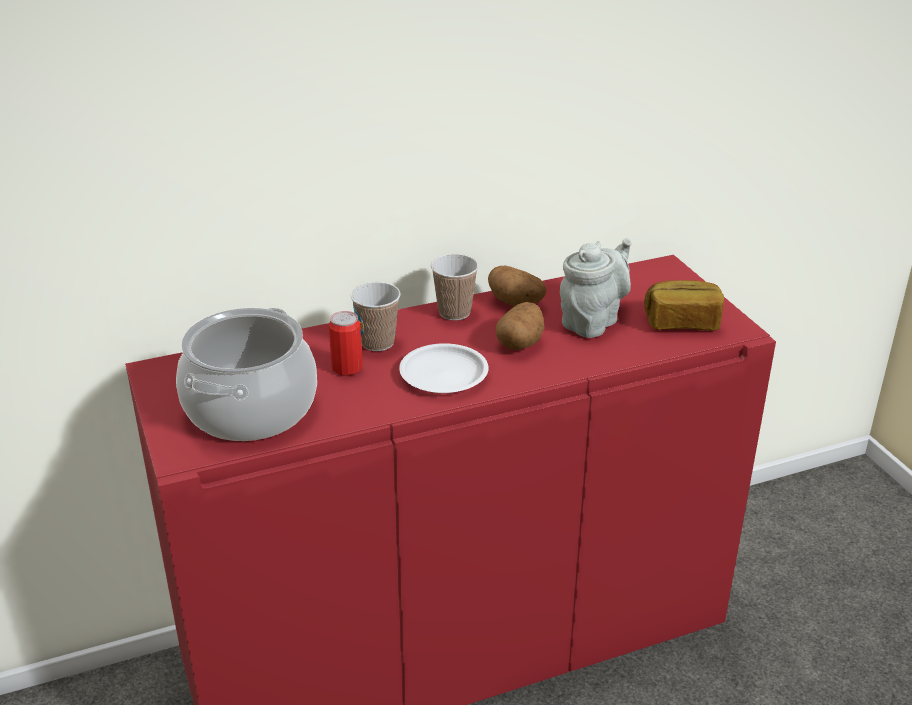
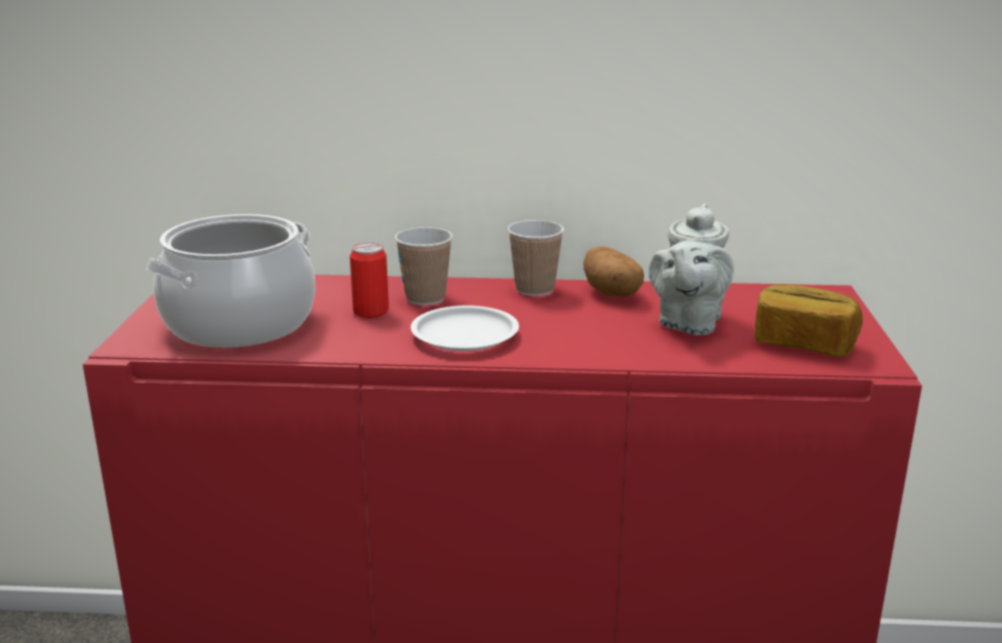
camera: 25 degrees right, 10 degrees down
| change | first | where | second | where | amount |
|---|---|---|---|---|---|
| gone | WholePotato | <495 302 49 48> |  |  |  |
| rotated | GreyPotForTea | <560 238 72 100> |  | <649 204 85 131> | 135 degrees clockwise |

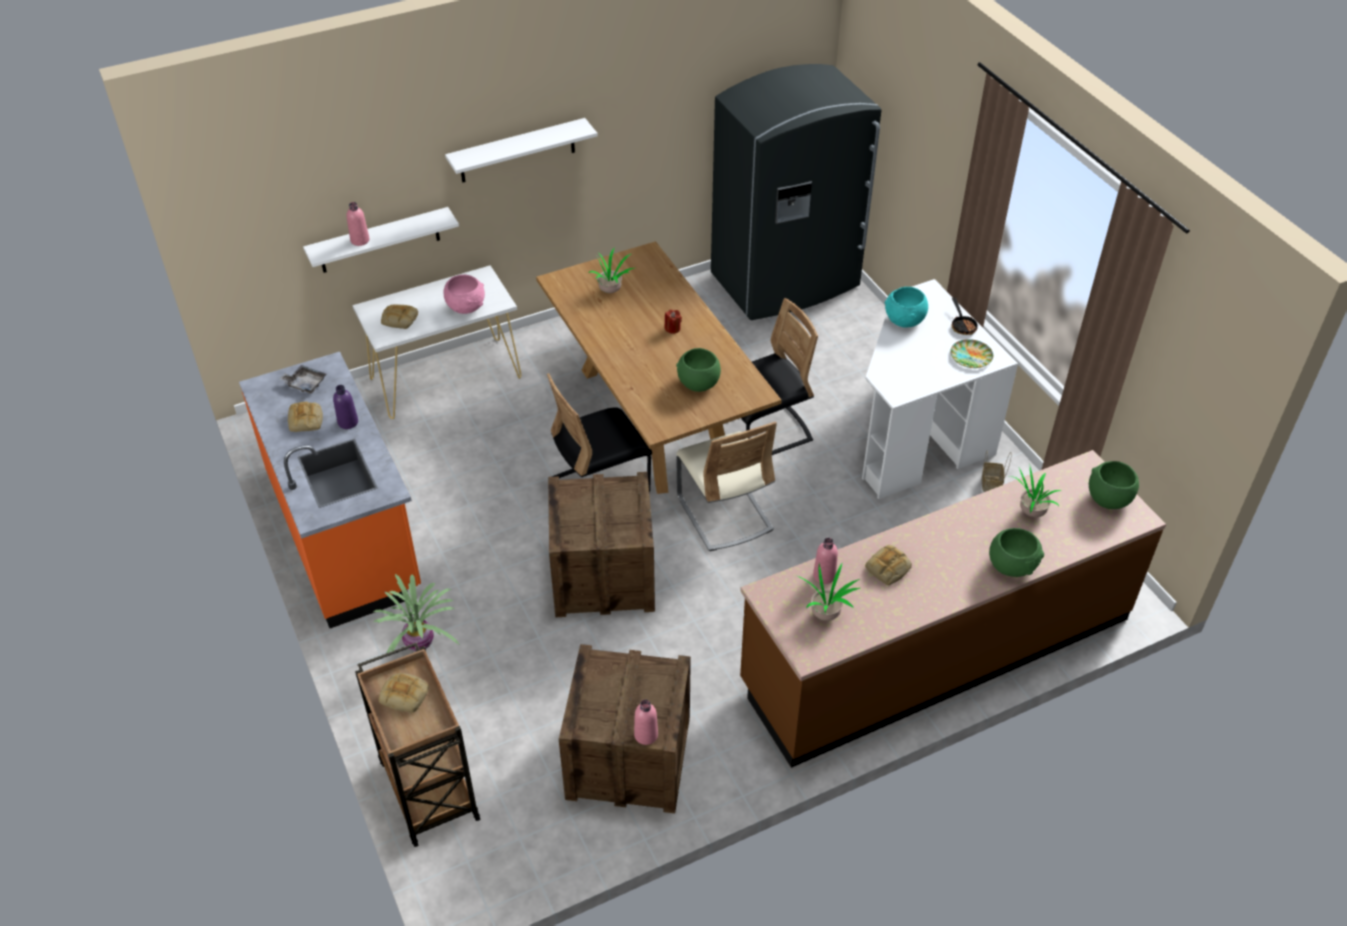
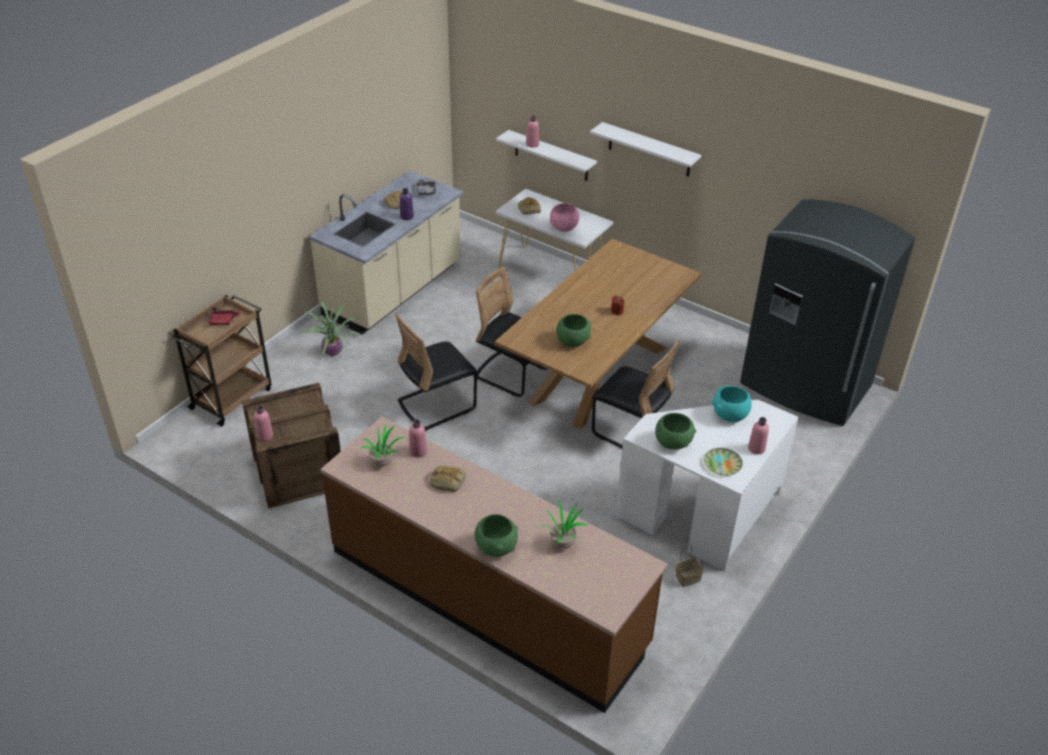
camera: 60 degrees right, 5 degrees down
| change | first | where | second | where | amount |
|---|---|---|---|---|---|
| gone | PlantInAPot | <589 247 45 46> |  |  |  |
| gone | BeigeColouredPlainChair | <676 421 101 130> |  |  |  |
| shifted | GreenColouredBowl | <1089 461 50 48> |  | <655 413 41 37> |  |
| swapped | Bread | <379 673 50 39> | RedColouredServingTray | <207 308 34 17> |  |
| swapped | PackingCrate | <548 472 107 145> | BlackColouredPlainChair | <395 312 83 119> |  |
| swapped | Pan | <952 297 26 38> | PinkDrinkBottle | <748 417 21 37> |  |
| repainted | OrangeColouredCounter | <239 352 182 276> | BeigeColouredCounter | <309 170 154 165> |  |

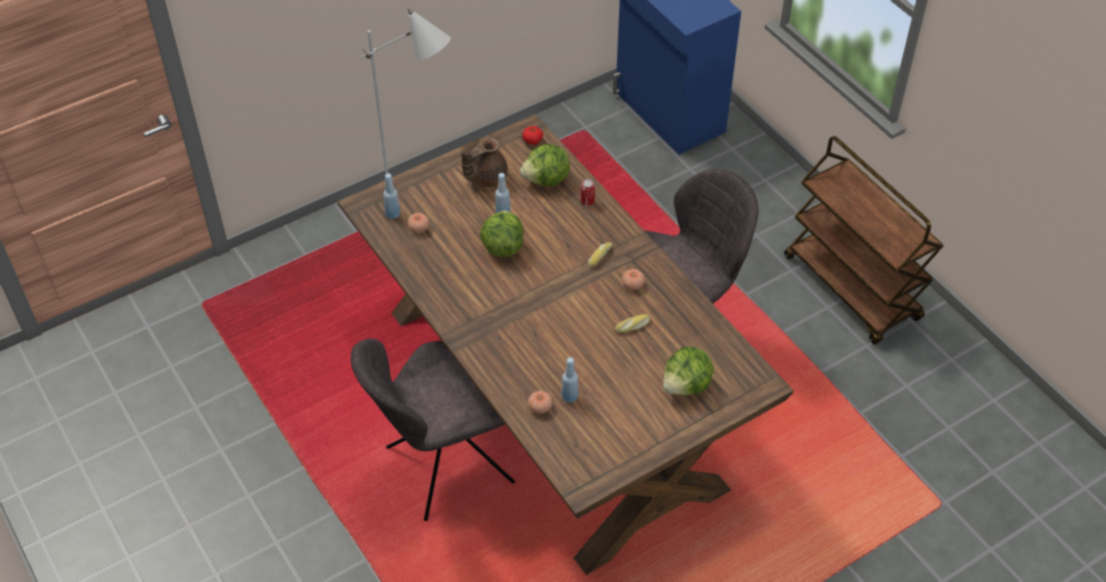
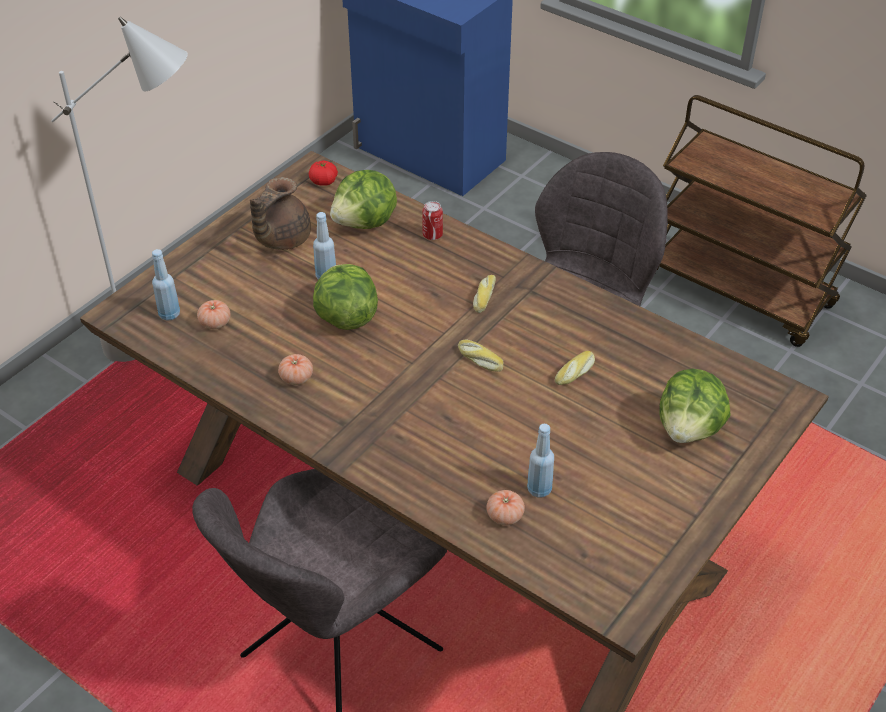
camera: 20 degrees left, 5 degrees down
| change | first | where | second | where | amount |
|---|---|---|---|---|---|
| new |  |  | Bread | <458 340 45 32> |  |
| shifted | WholeTomato | <622 269 23 21> |  | <278 354 35 31> |  |

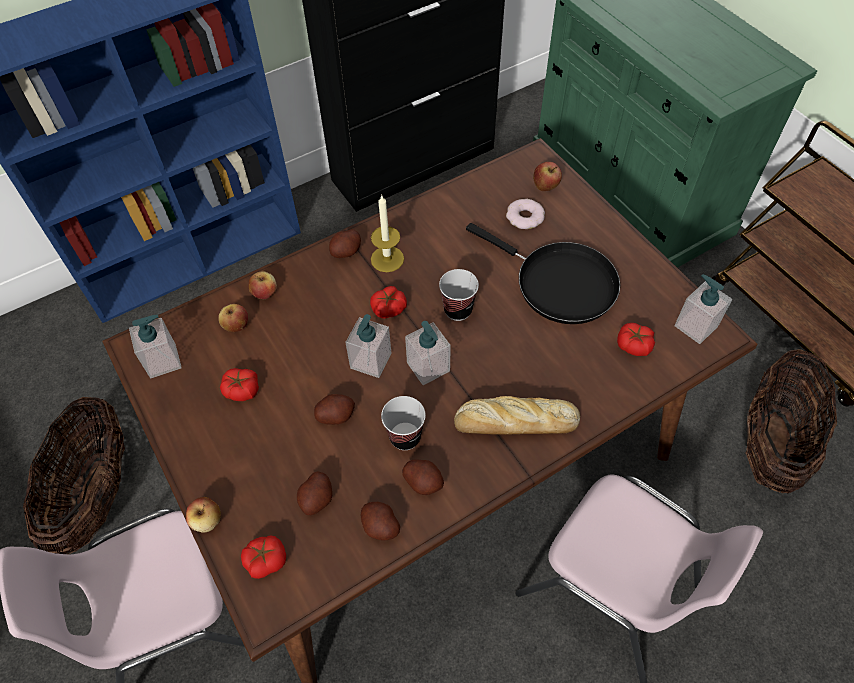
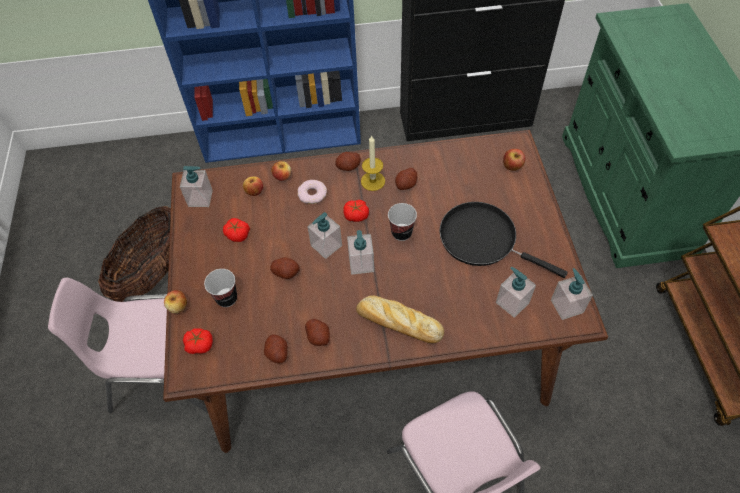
camera: 25 degrees right, 0 degrees up
| change | first | where | second | where | amount |
|---|---|---|---|---|---|
| gone | StorageBasket | <746 349 91 144> |  |  |  |
| shifted | WholePotato | <297 471 35 44> |  | <395 168 22 22> |  |
| shifted | SmallCup | <381 396 45 54> |  | <204 269 33 38> |  |
| shifted | Donut | <506 199 39 30> |  | <297 180 30 24> |  |
| swapped | WholeTomato | <617 323 38 33> | SoapBottle | <496 267 40 51> |  |
| rotated | BlackColouredPan | <466 223 154 101> |  | <440 202 128 76> | 150 degrees clockwise |

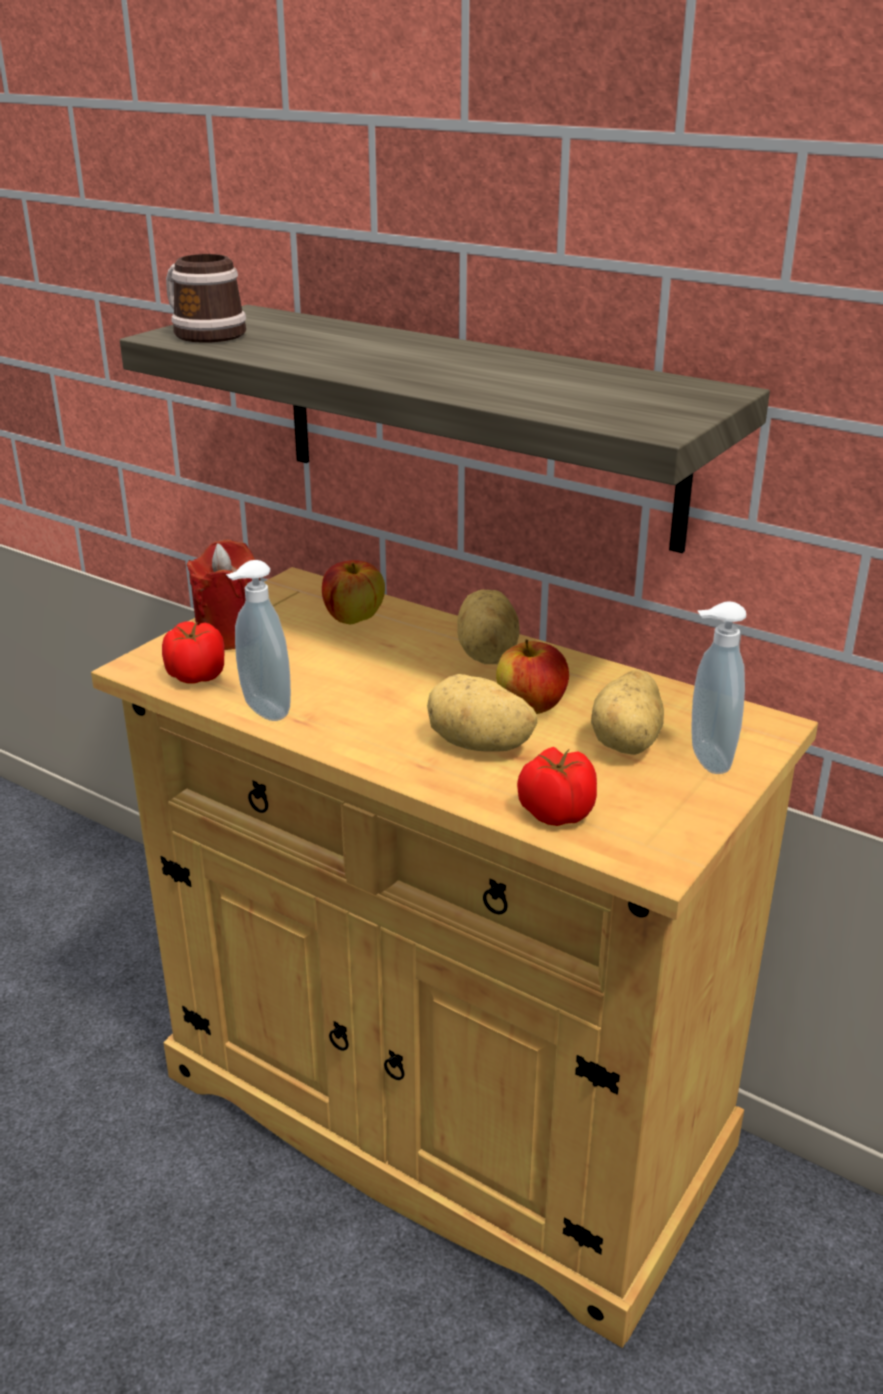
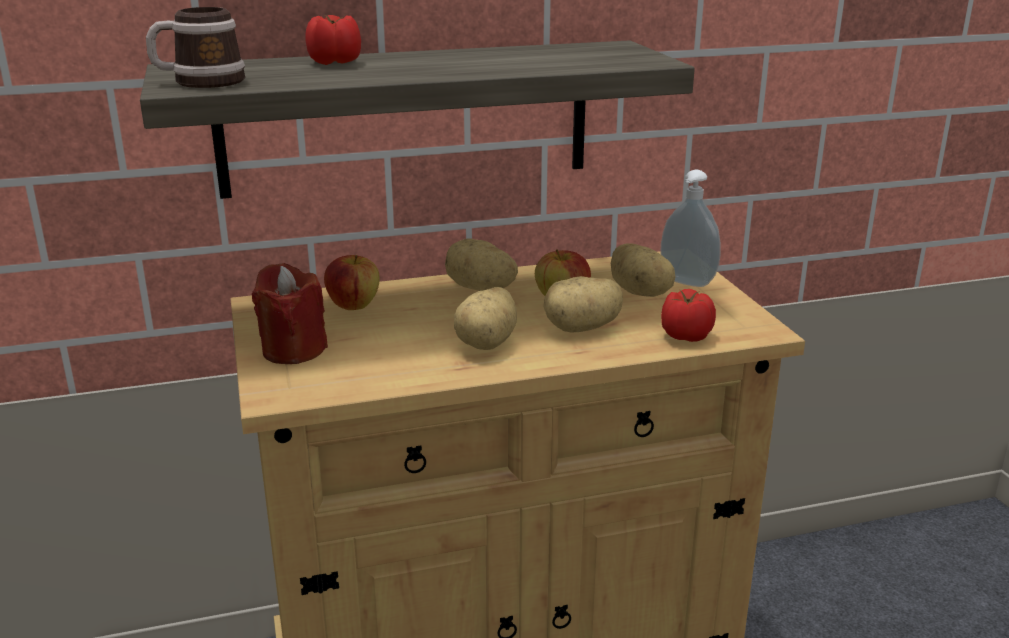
camera: 50 degrees left, 5 degrees down
| change | first | where | second | where | amount |
|---|---|---|---|---|---|
| gone | SoapBottle | <226 560 65 161> |  |  |  |
| new |  |  | WholePotato | <454 287 63 63> |  |
| shifted | WholeTomato | <162 621 63 63> |  | <305 15 56 50> |  |

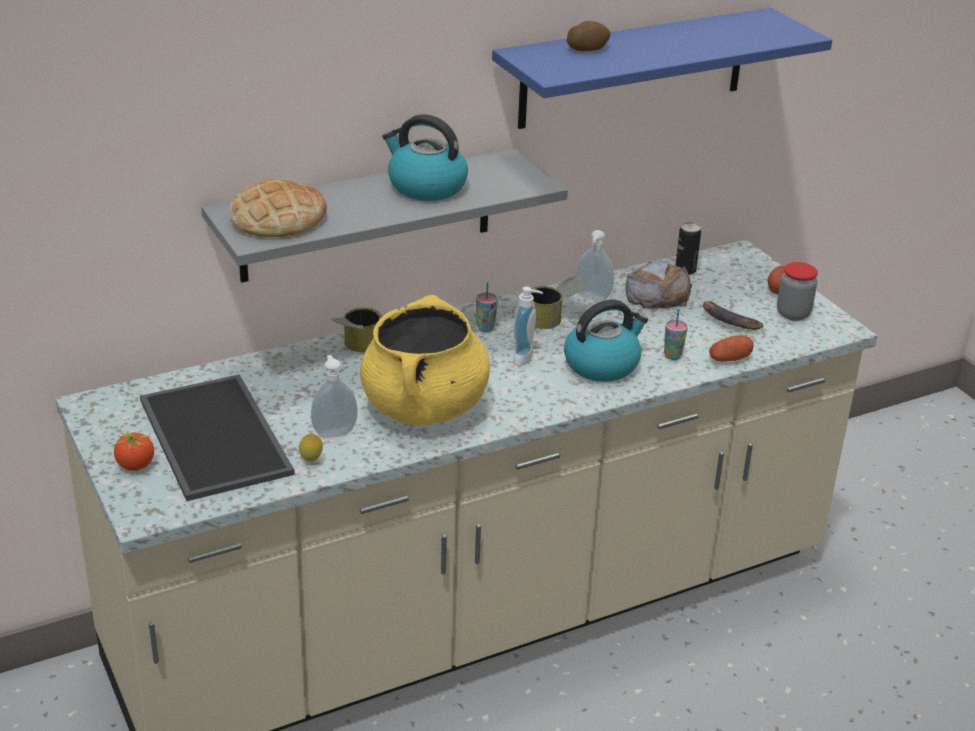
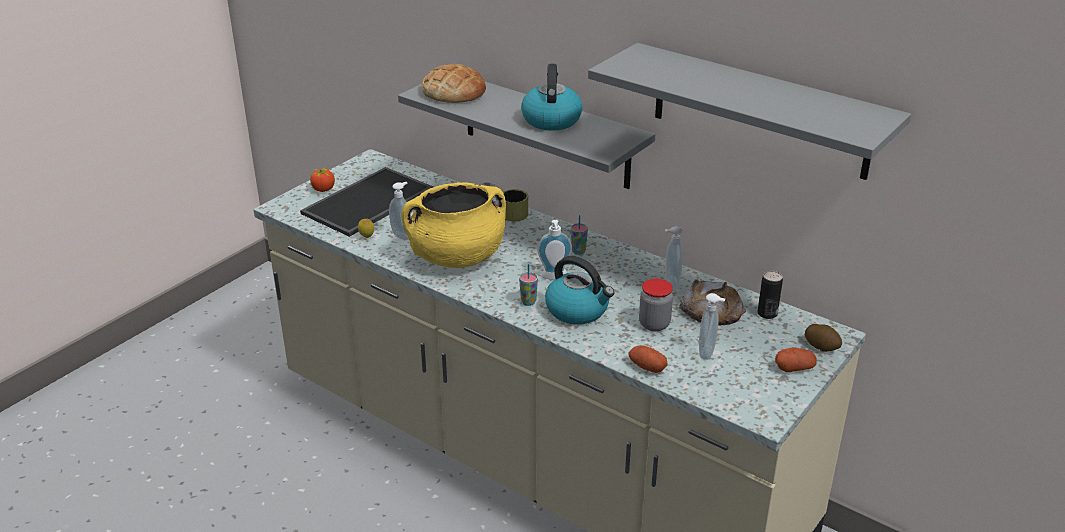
camera: 65 degrees right, 0 degrees up
| change | first | where | second | where | amount |
|---|---|---|---|---|---|
| gone | MetalCan | <531 275 56 54> |  |  |  |
| shifted | WholePotato | <567 21 44 30> |  | <805 324 37 28> |  |
| shifted | SmallCup | <664 309 24 51> |  | <519 264 19 42> |  |
| shifted | Jar | <777 262 41 59> |  | <639 279 34 52> |  |
| swapped | Banana | <703 301 60 29> | SoapBottle | <699 293 27 67> |  |
| repainted | BlueWallShelf | <492 8 340 121> | GreyWallShelf | <588 43 323 137> |  |

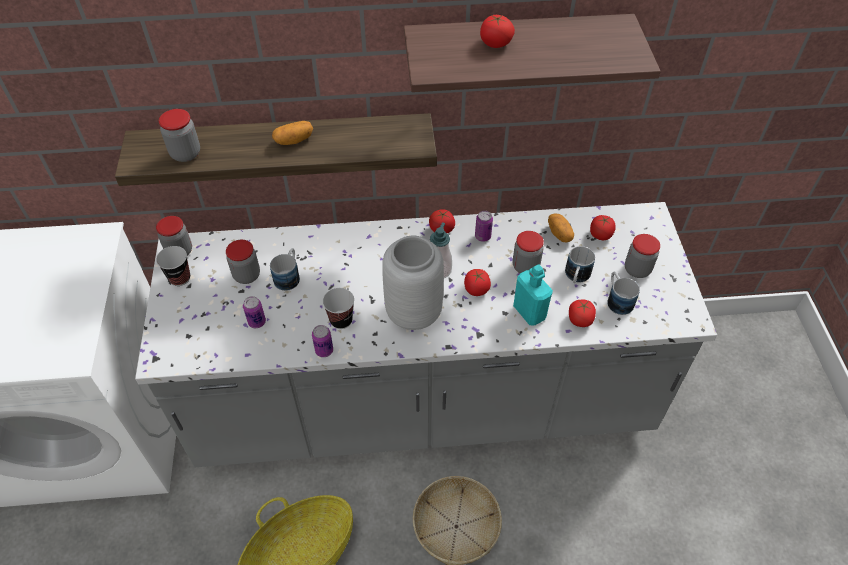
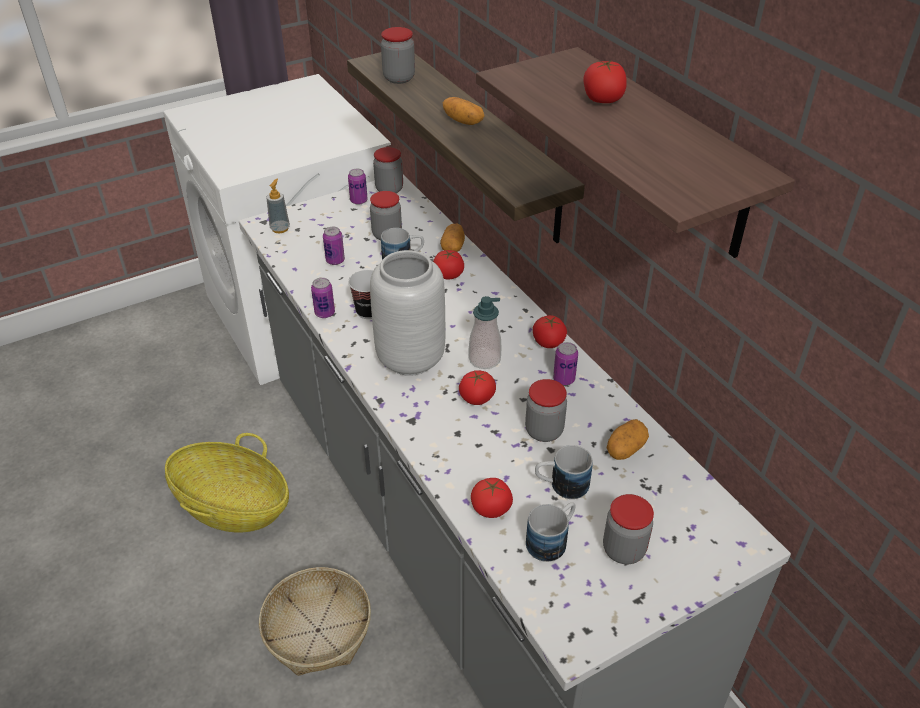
camera: 65 degrees right, 10 degrees down
| change | first | where | second | where | amount |
|---|---|---|---|---|---|
| gone | TurquoiseColouredDrinkBottle | <513 265 40 60> |  |  |  |
| new |  |  | SoapBottle | <266 179 24 54> |  |
| new |  |  | WholePotato | <441 224 24 28> |  |
| shifted | WholeTomato | <590 215 26 25> |  | <433 250 31 29> |  |
| swapped | SmallCup | <156 246 34 40> | MetalCan | <348 169 20 36> |  |

